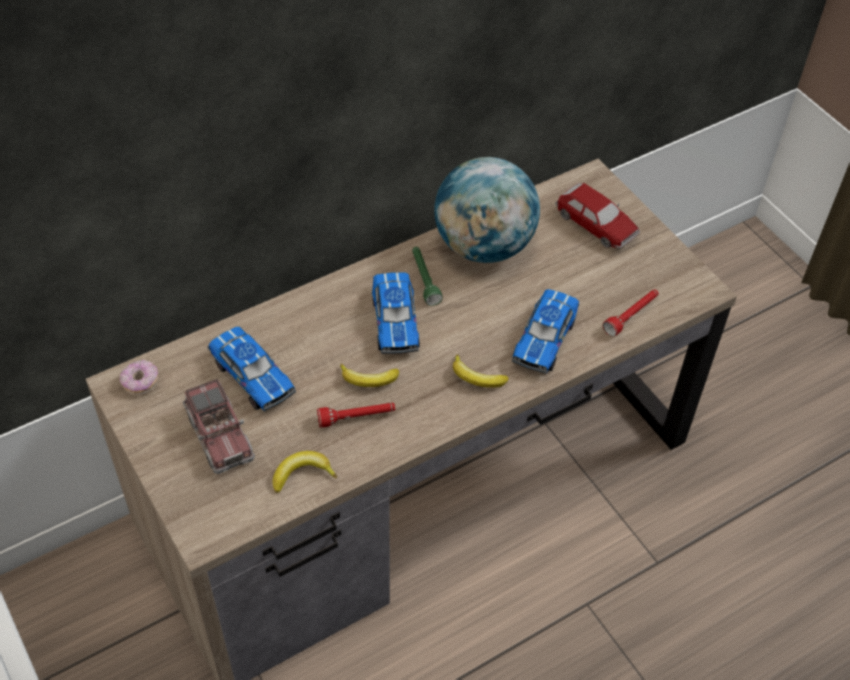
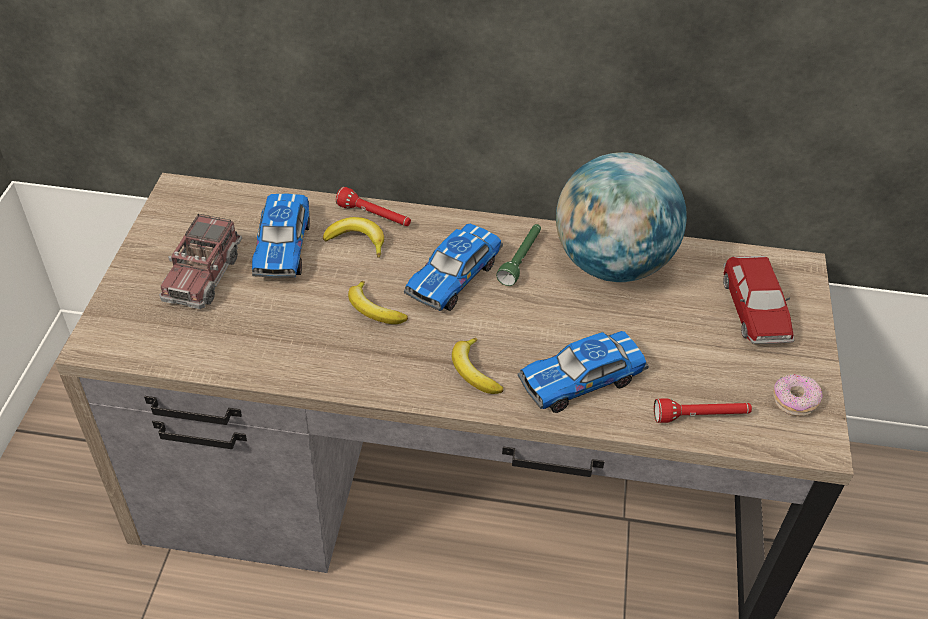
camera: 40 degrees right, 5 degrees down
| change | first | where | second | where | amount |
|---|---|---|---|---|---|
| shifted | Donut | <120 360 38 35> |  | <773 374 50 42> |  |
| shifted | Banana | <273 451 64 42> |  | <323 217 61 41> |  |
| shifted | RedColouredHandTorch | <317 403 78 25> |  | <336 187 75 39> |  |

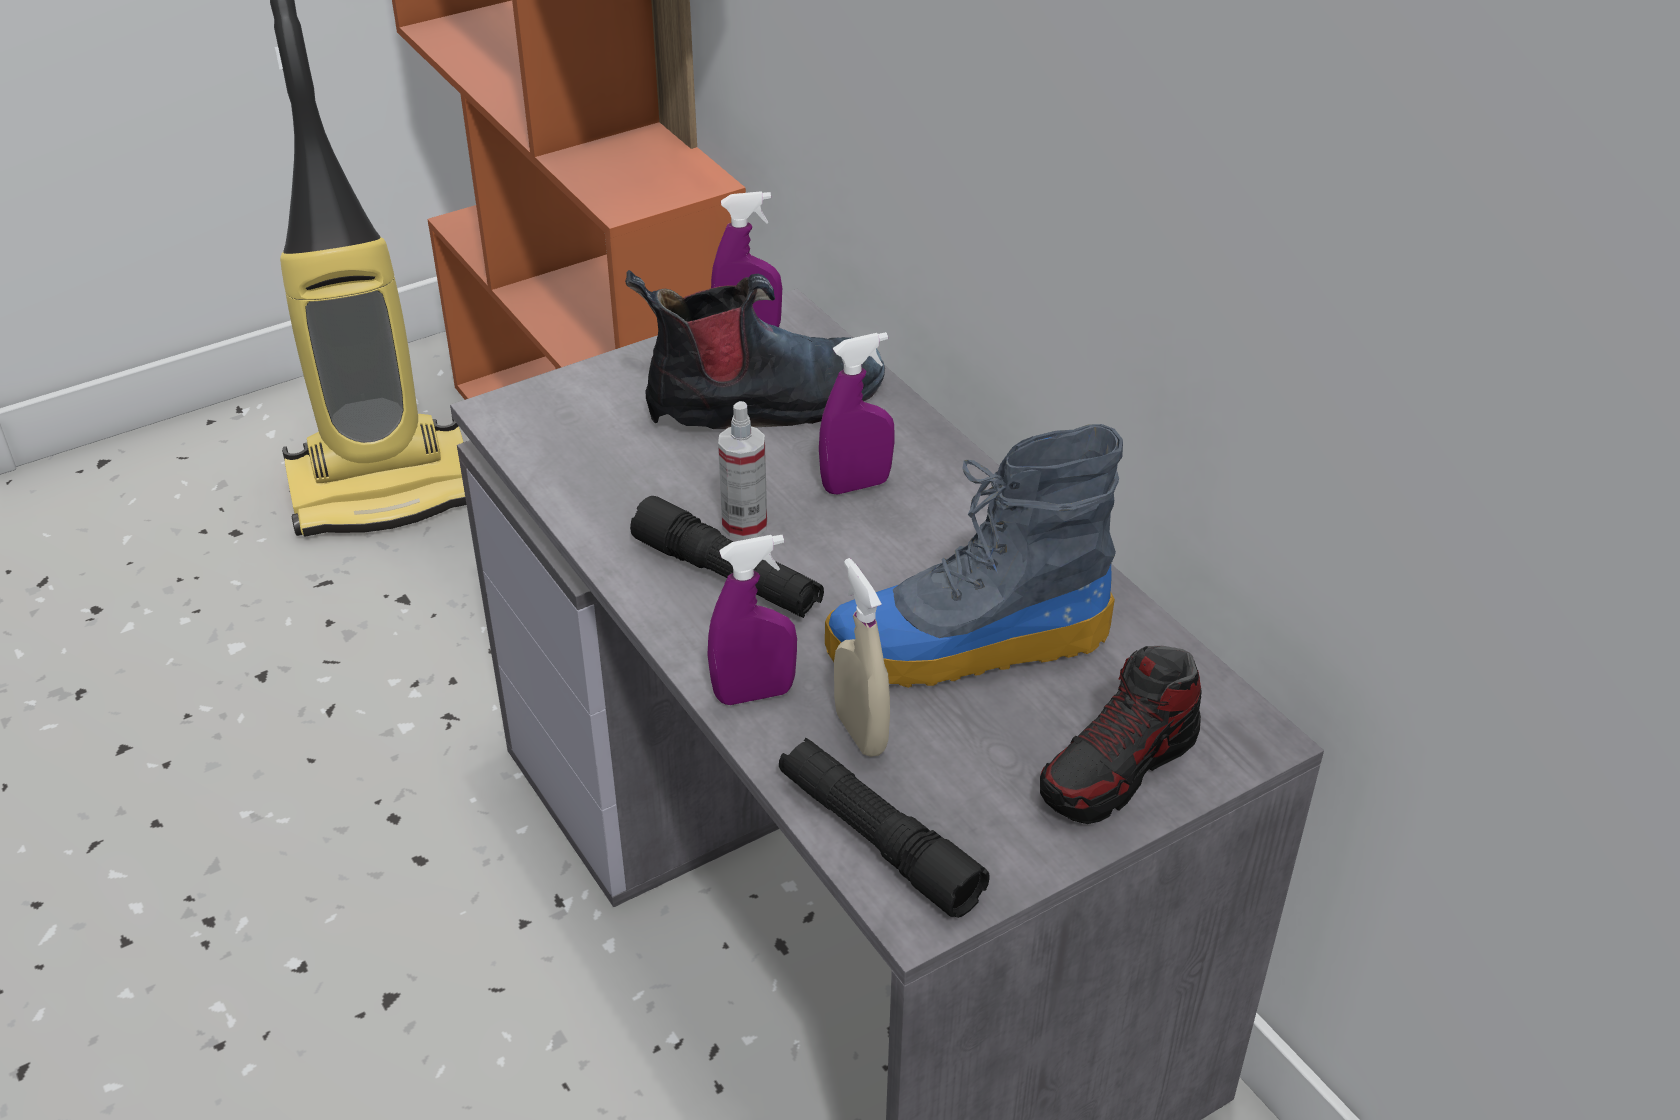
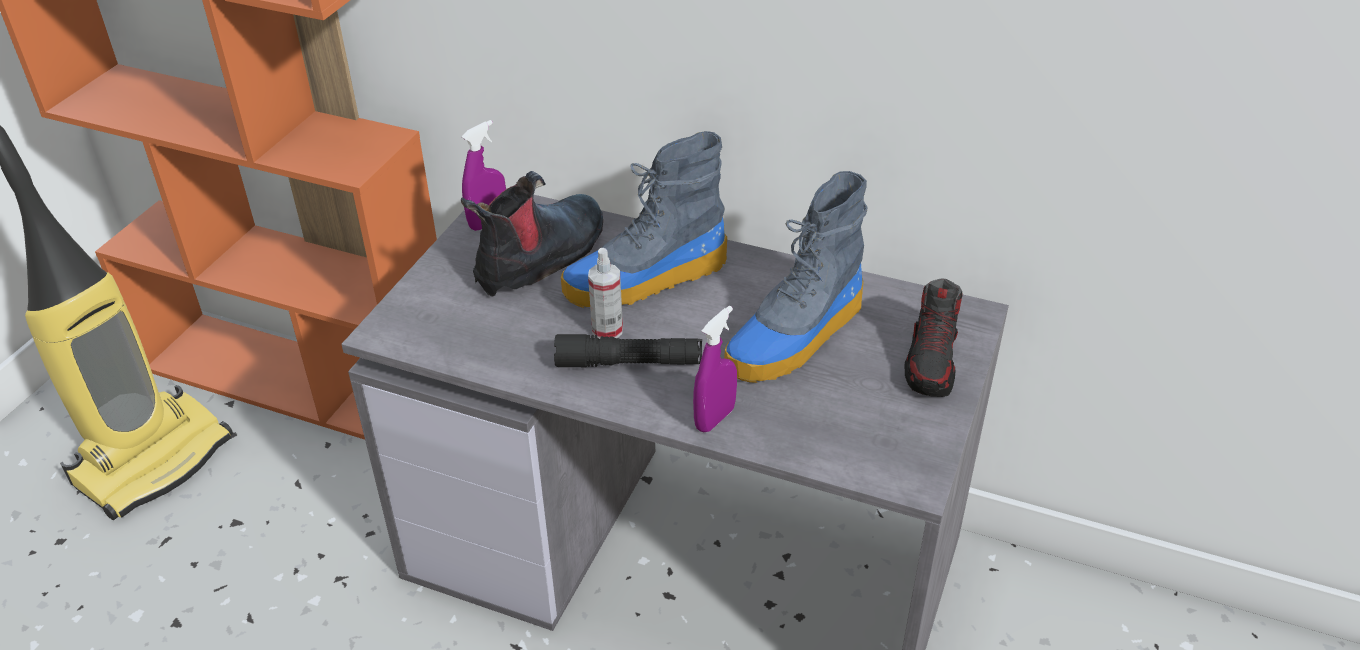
camera: 35 degrees left, 0 degrees up
| change | first | where | second | where | amount |
|---|---|---|---|---|---|
| gone | BlackColouredHandTorch | <779 738 211 180> |  |  |  |
| gone | BeigeColouredSprayBottle | <834 558 56 199> |  |  |  |
| swapped | PurpleColouredSprayBottle | <819 332 75 163> | TallBoot | <561 131 166 177> |  |

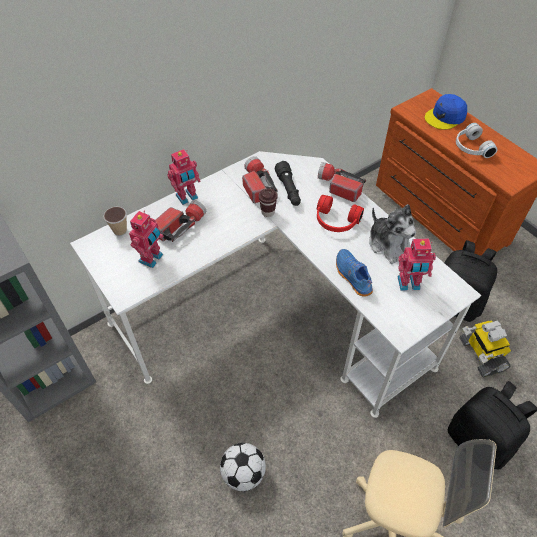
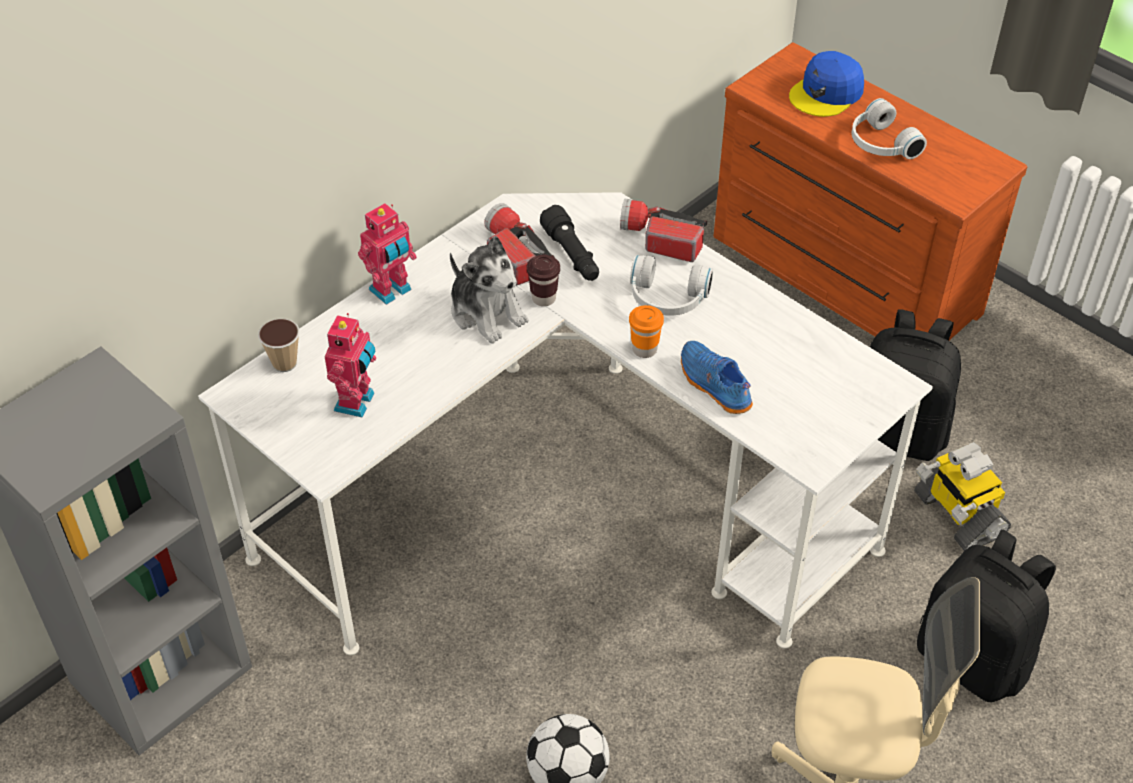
camera: 10 degrees left, 5 degrees down
| change | first | where | second | where | amount |
|---|---|---|---|---|---|
| gone | HandTorch | <155 201 51 41> |  |  |  |
| gone | RobotFigure | <397 239 39 52> |  |  |  |
| new |  |  | OrangeColouredSmallCup | <629 305 35 53> |  |
| shifted | CuddlyToy | <369 204 47 60> |  | <450 236 79 108> |  |
| repainted | RedColouredPairOfHeadphones | <317 195 47 37> | WhitePairOfHeadphones | <630 255 83 61> |  |

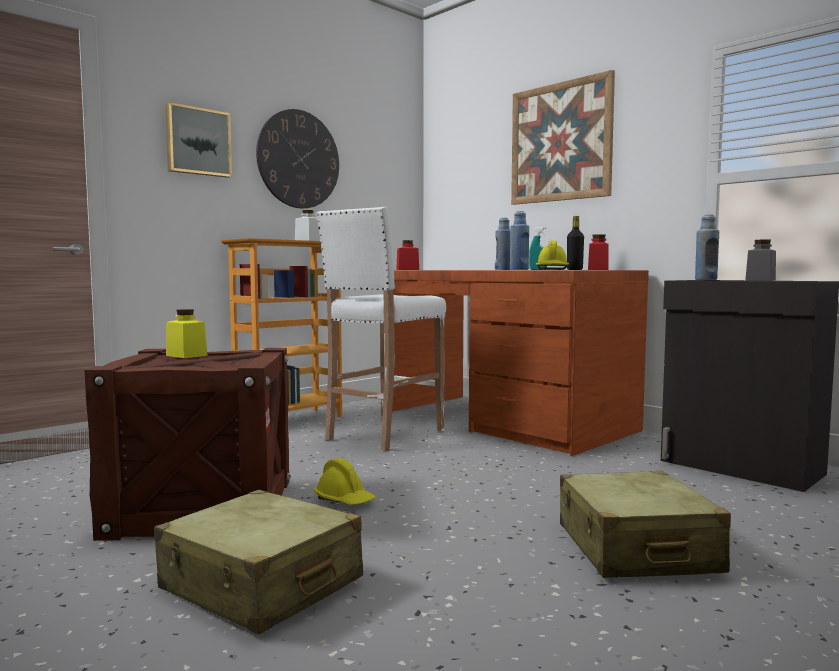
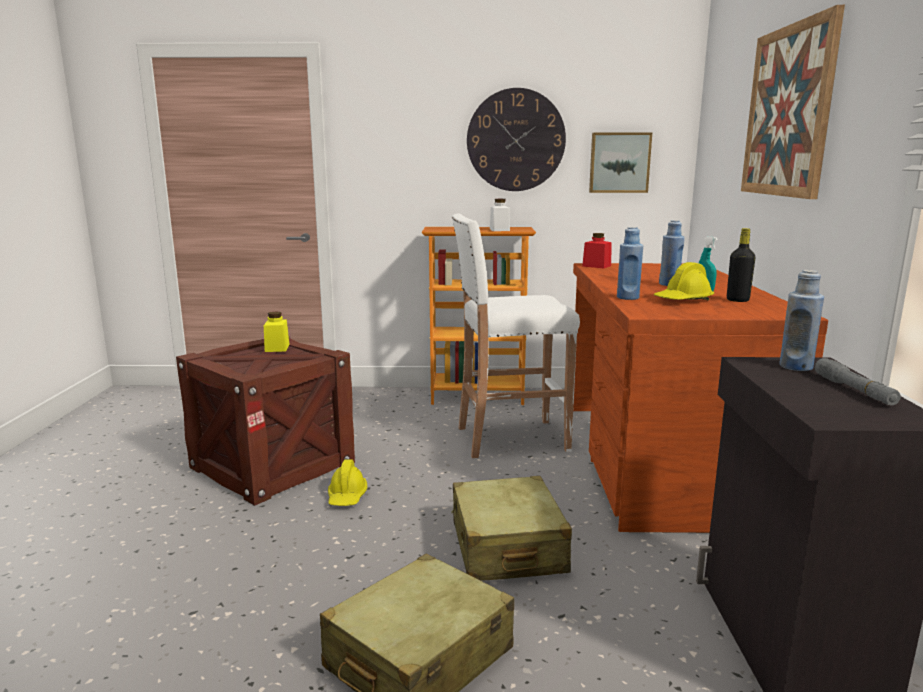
camera: 45 degrees right, 10 degrees up
| change | first | where | second | where | amount |
|---|---|---|---|---|---|
| gone | RedColouredJar | <588 234 21 36> |  |  |  |
| shifted | BeigeColouredTravelCase | <154 490 209 145> |  | <451 476 121 105> |  |
| shifted | WallArt | <165 102 67 76> |  | <589 133 63 60> |  |
| swapped | GreyJar | <745 239 31 42> | GreyHandTorch | <815 358 86 47> |  |

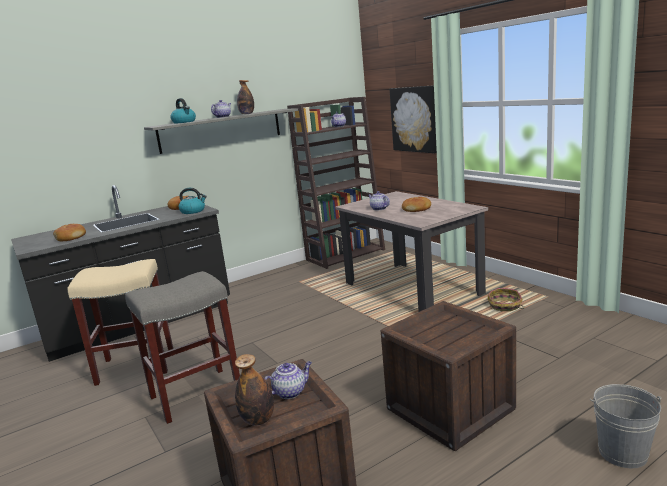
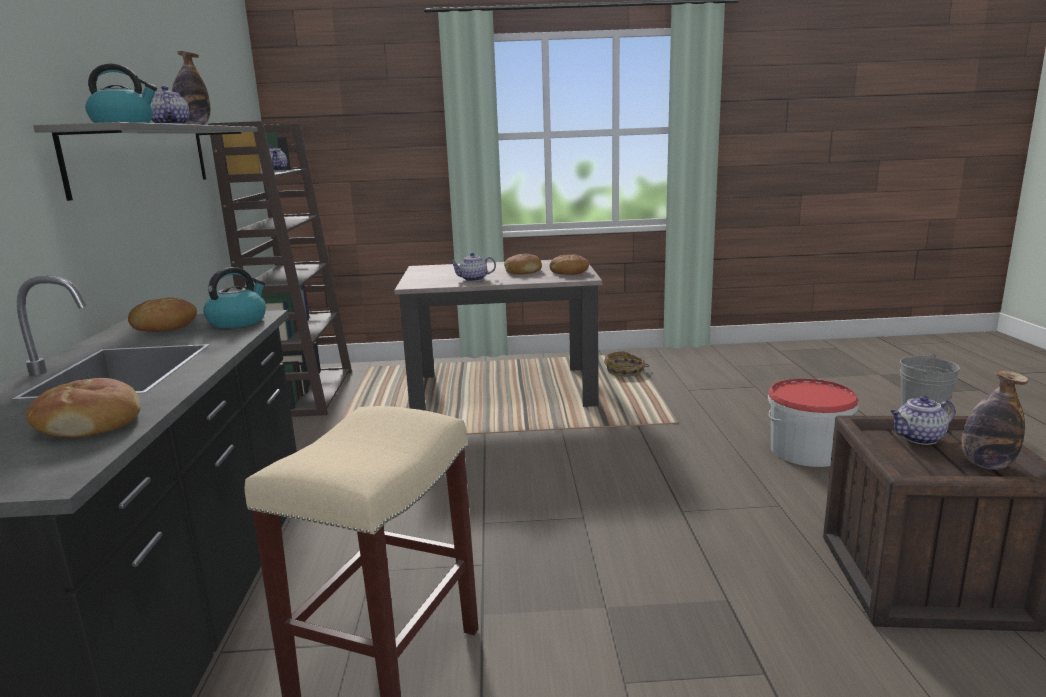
camera: 60 degrees left, 0 degrees up
| change | first | where | second | where | amount |
|---|---|---|---|---|---|
| gone | GreyStool | <125 271 115 153> |  |  |  |
| gone | WallArt | <389 85 48 68> |  |  |  |
| new |  |  | Bread | <549 255 40 20> |  |
| swapped | PackingCrate | <381 301 135 150> | WaterBucket | <768 378 91 89> |  |
| rotated | PotForTea | <265 361 47 38> |  | <890 396 65 49> | 105 degrees counterclockwise |

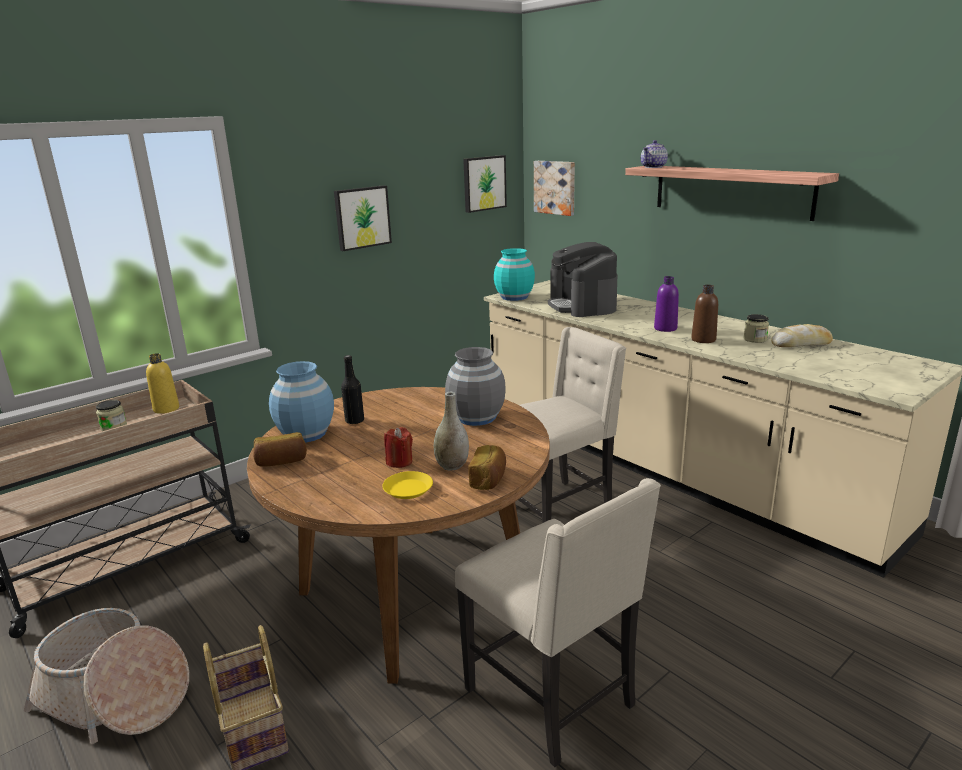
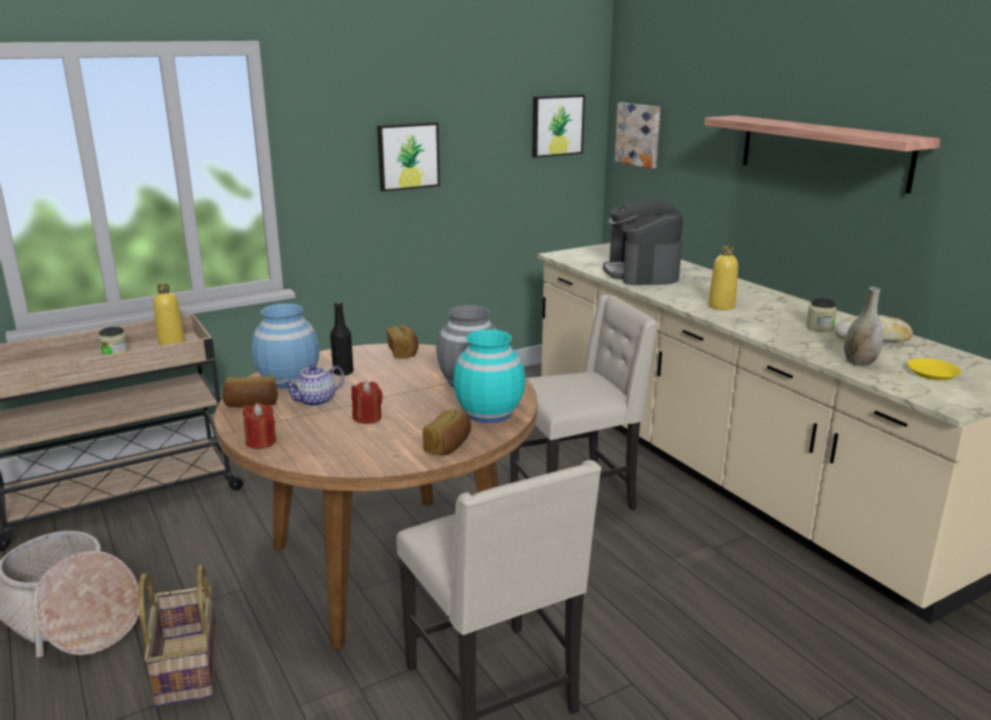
camera: 10 degrees right, 0 degrees up
| change | first | where | second | where | amount |
|---|---|---|---|---|---|
| gone | BrownDrinkBottle | <691 285 27 58> |  |  |  |
| new |  |  | RedColouredWaxCandle | <243 403 33 46> |  |
| new |  |  | Bread | <387 325 31 33> |  |
| shifted | YellowPlate | <382 471 51 28> |  | <907 358 54 22> |  |
| shifted | GreyFlowerVase | <434 392 35 78> |  | <844 287 39 79> |  |
| shifted | TurquoiseColouredFlowerVase | <494 248 41 53> |  | <453 330 72 93> |  |
| shifted | PotForTea | <641 140 27 28> |  | <282 364 63 43> |  |
| repainted | PurpleColouredDrinkBottle | <654 276 25 56> | YellowDrinkBottle | <708 246 30 64> |  |

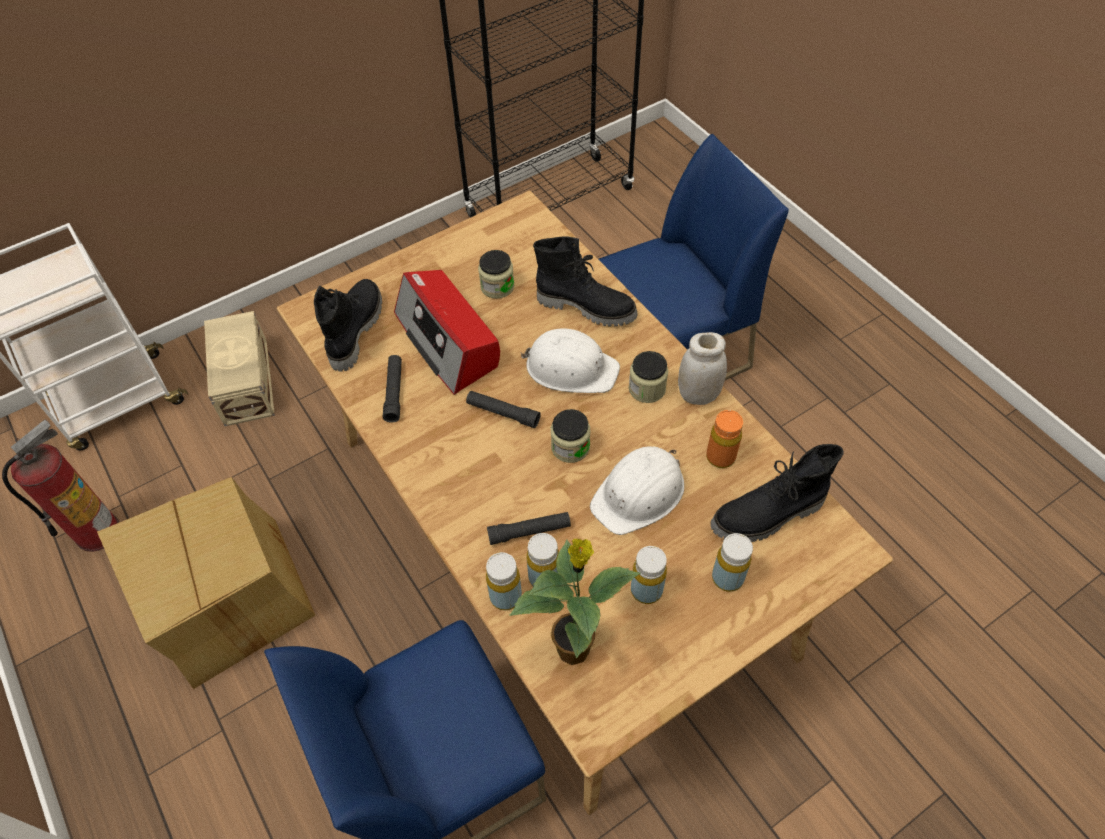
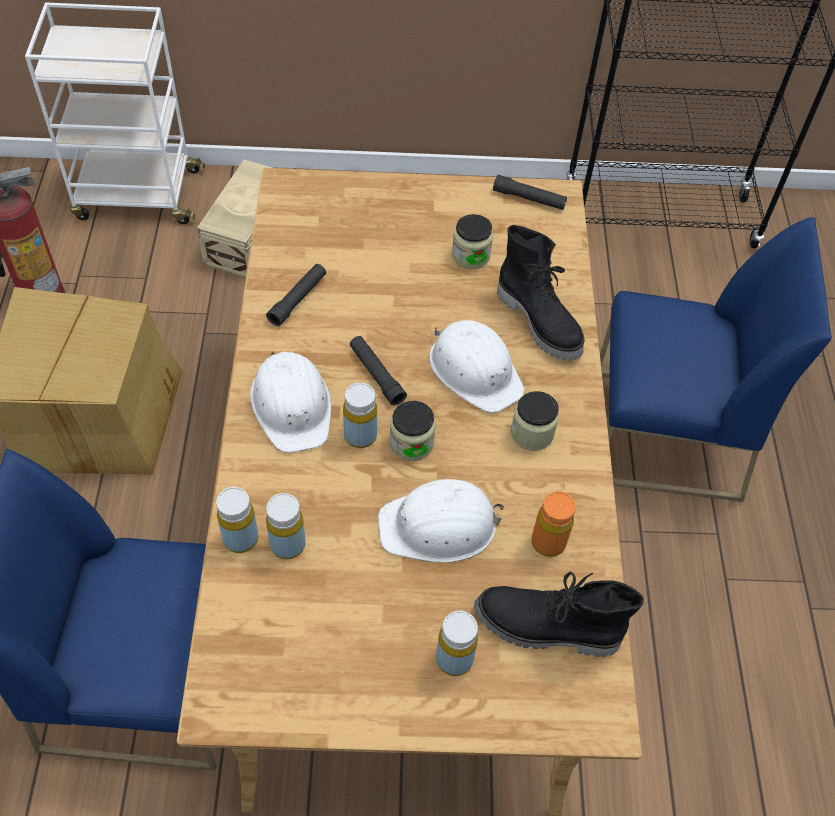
camera: 30 degrees right, 0 degrees up
| change | first | where | second | where | amount |
|---|---|---|---|---|---|
| gone | BlackColouredTallBoot | <314 279 68 93> |  |  |  |
| gone | RadioSet | <394 270 106 125> |  |  |  |
| gone | PlantInAPot | <509 539 131 126> |  |  |  |
| gone | WhiteJar | <678 332 49 73> |  |  |  |
| new |  |  | WhiteSafetyHelmet | <250 352 81 101> |  |
| shifted | BlackColouredHandTorch | <487 512 84 33> |  | <493 175 74 35> |  |
| shifted | YellowDrinkBottle | <631 546 36 58> |  | <343 383 34 65> |  |

